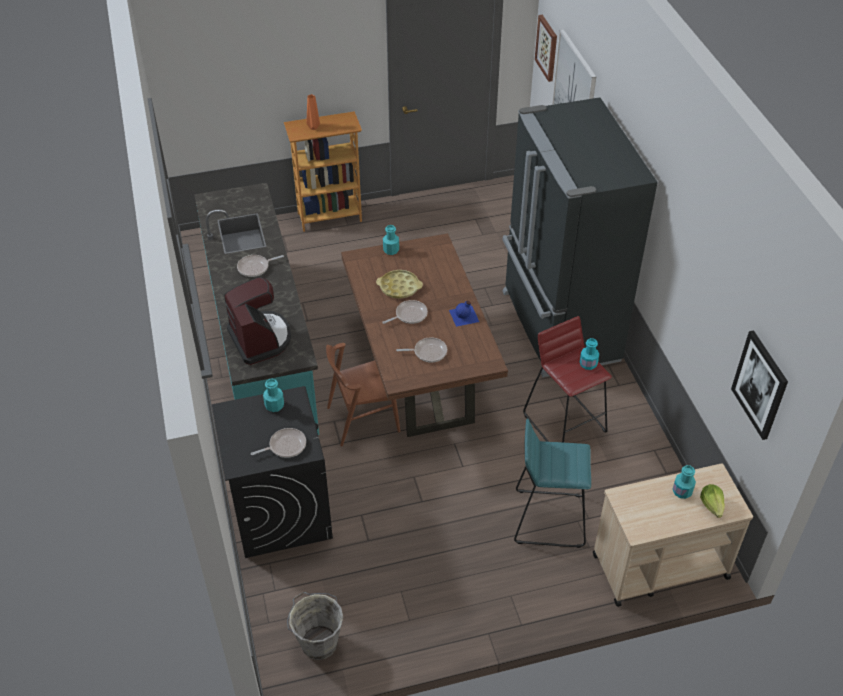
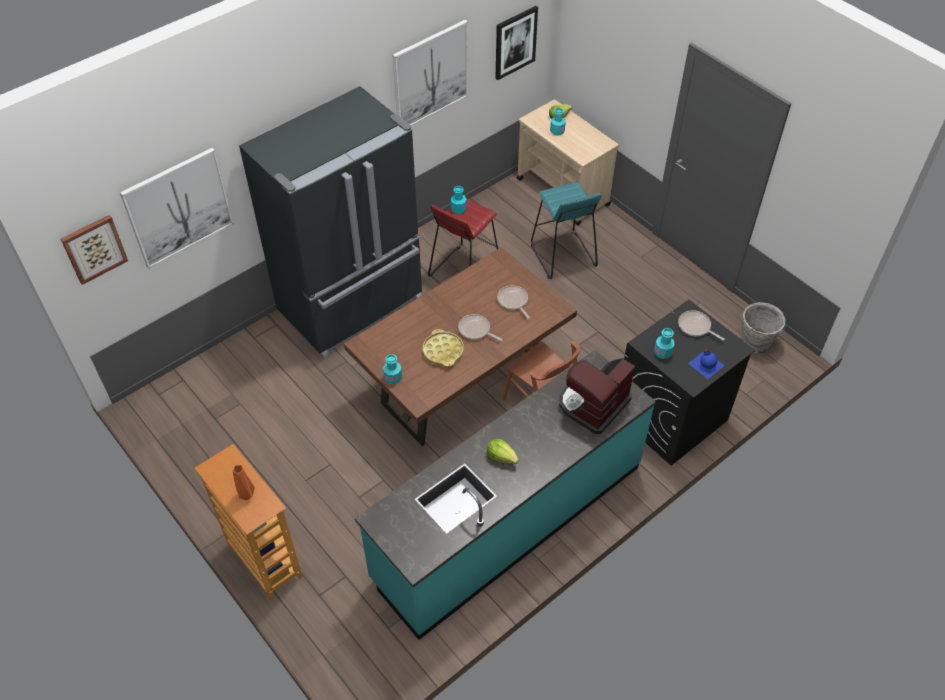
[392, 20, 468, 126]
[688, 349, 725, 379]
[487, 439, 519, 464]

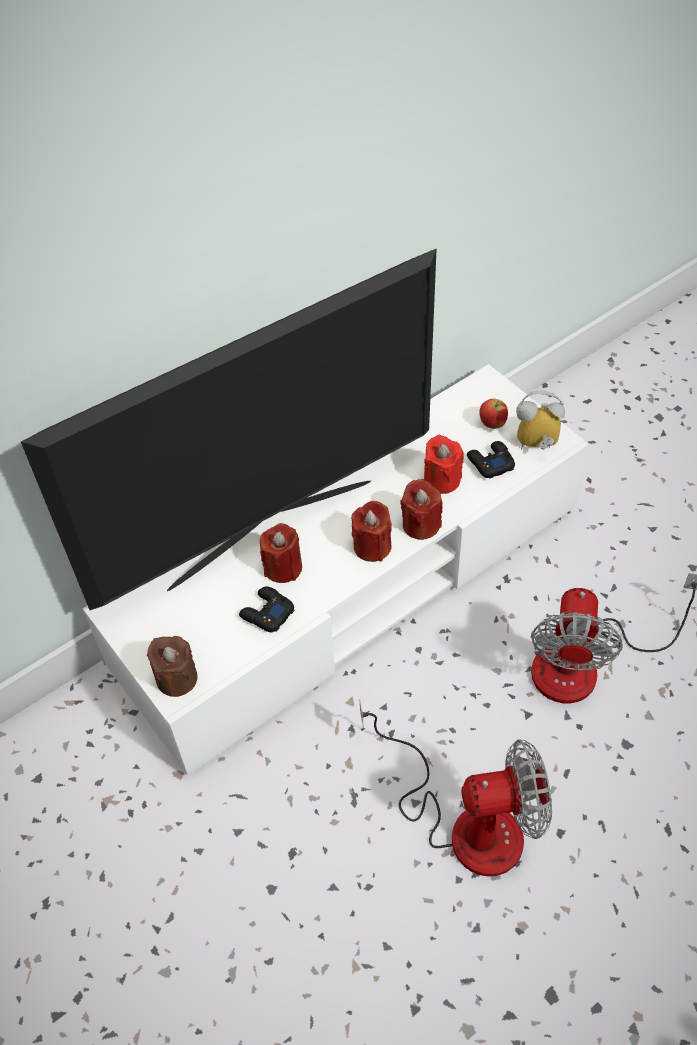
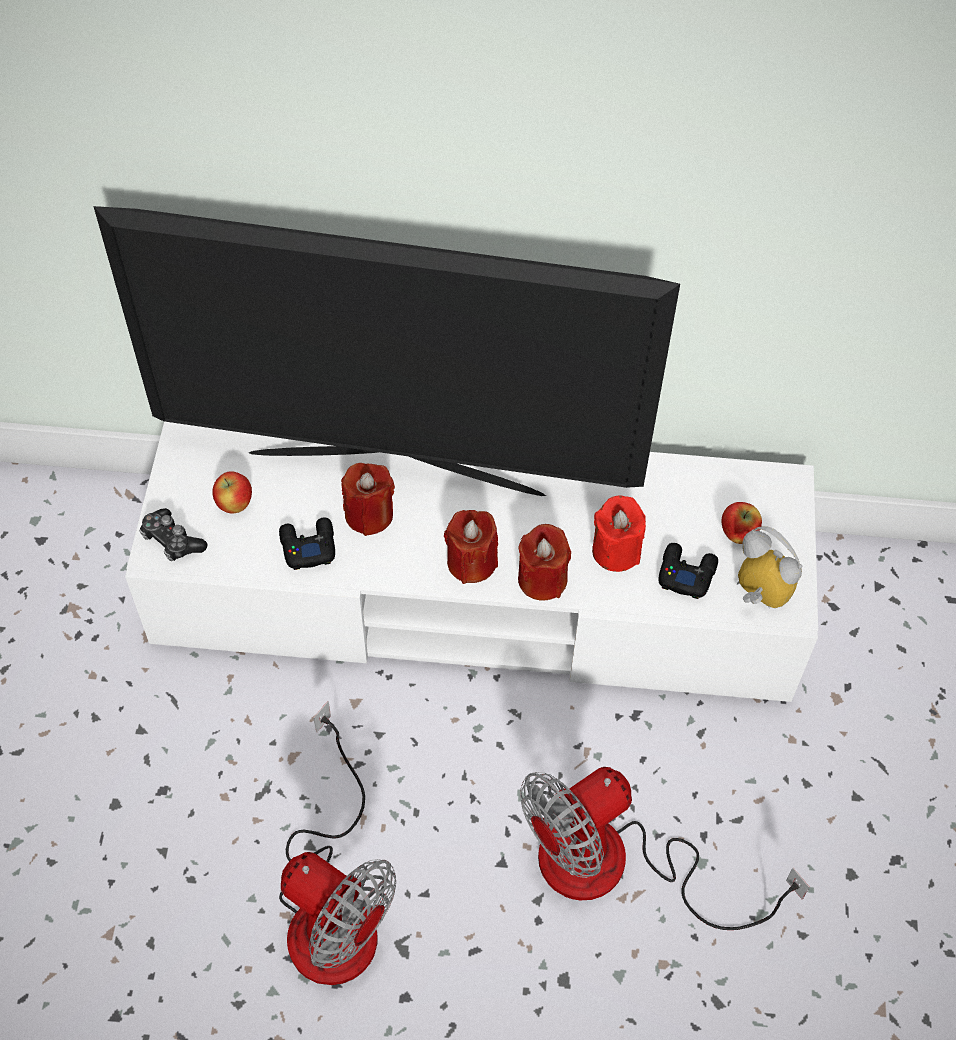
[212, 471, 252, 513]
[139, 508, 208, 561]

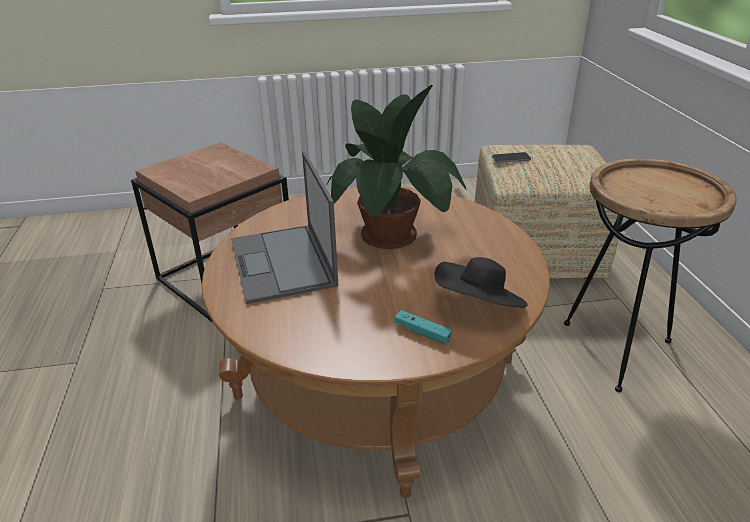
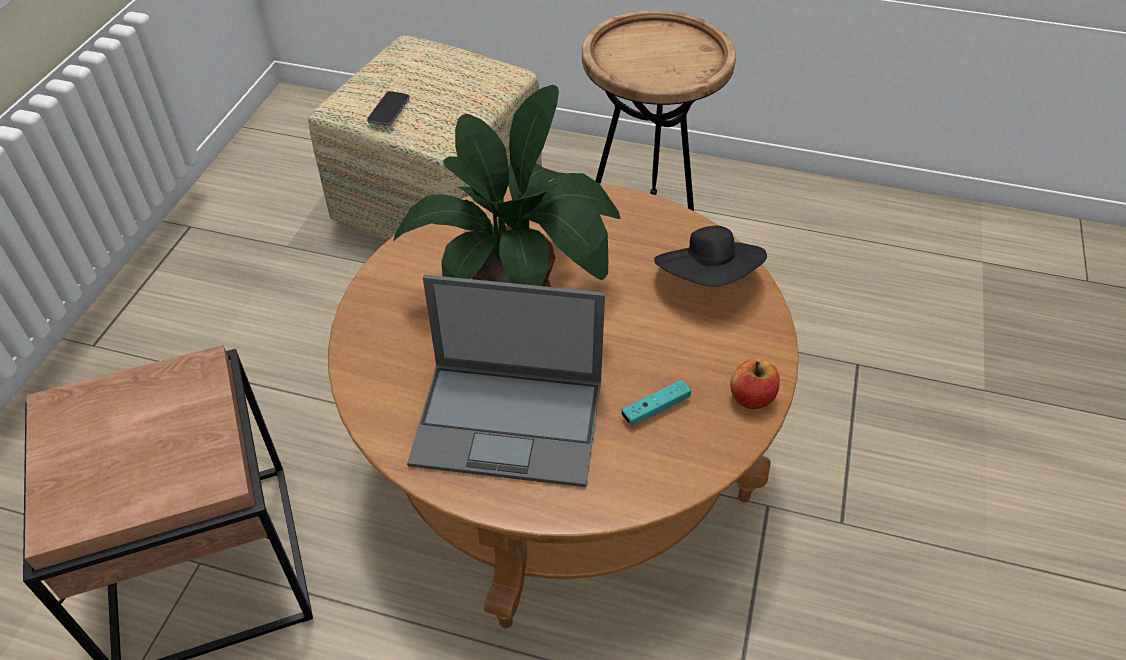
[730, 358, 780, 409]
[621, 379, 691, 426]

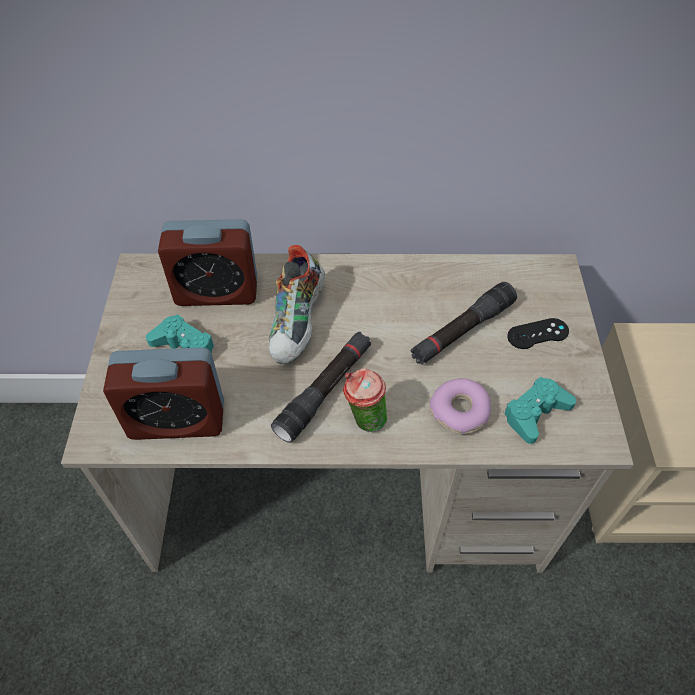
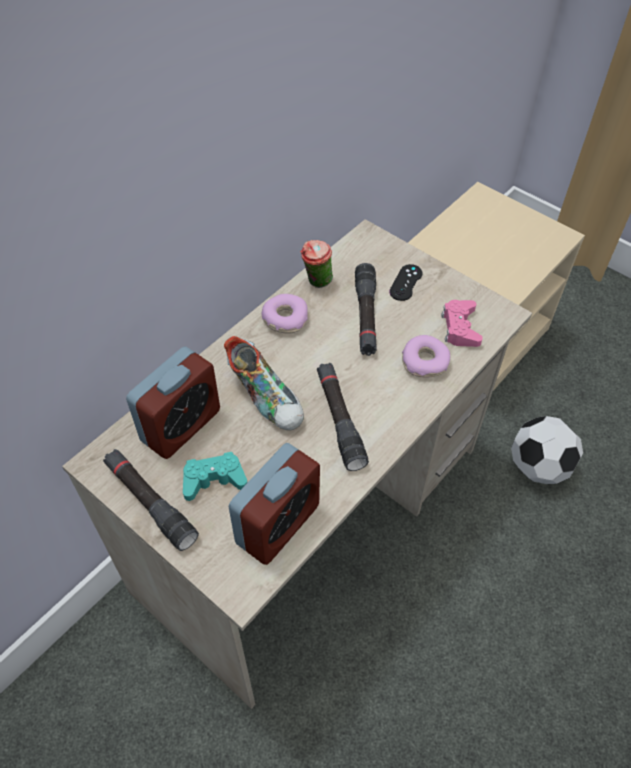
[103, 449, 199, 551]
[262, 294, 308, 333]
[511, 416, 583, 484]
[300, 240, 333, 288]
[441, 300, 483, 347]

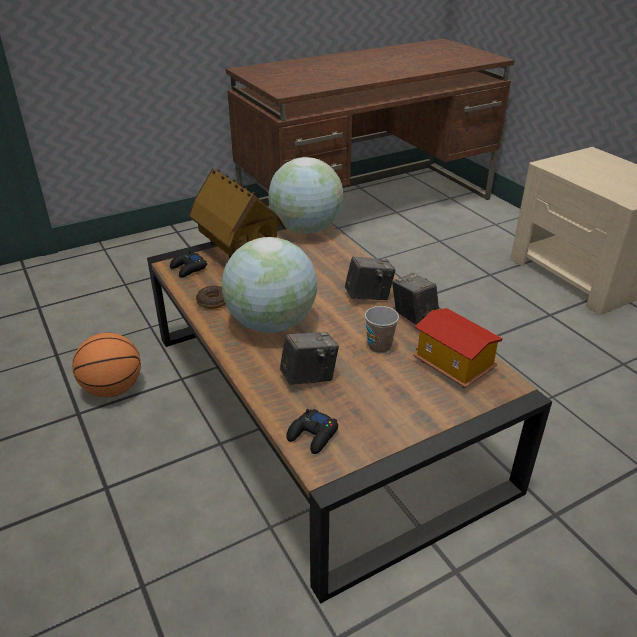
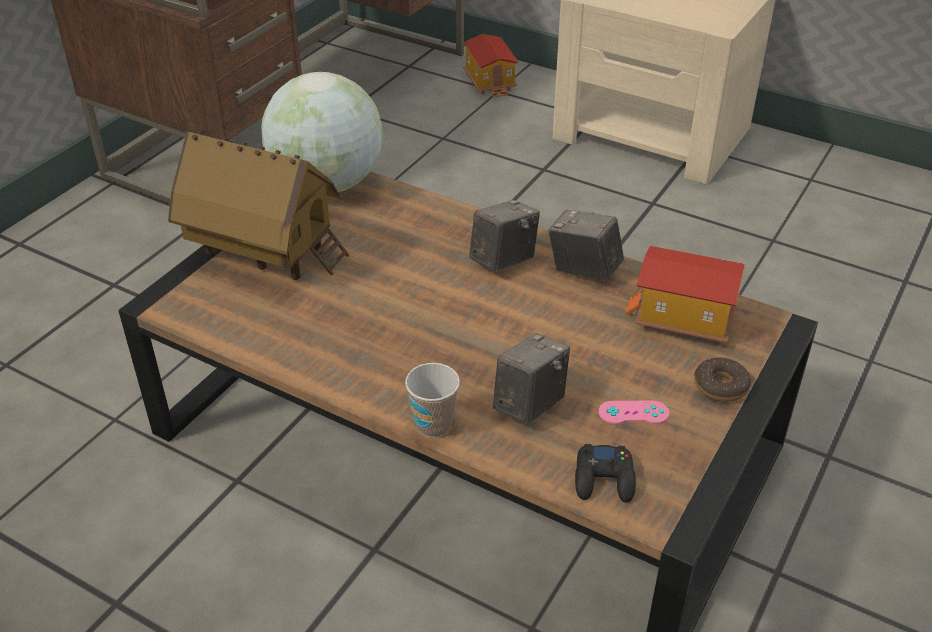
[72, 333, 141, 397] (first image)
[170, 250, 207, 278] (first image)
[222, 237, 317, 333] (first image)
[463, 34, 518, 98]
[599, 400, 669, 424]
[694, 357, 751, 402]
[405, 363, 460, 438]

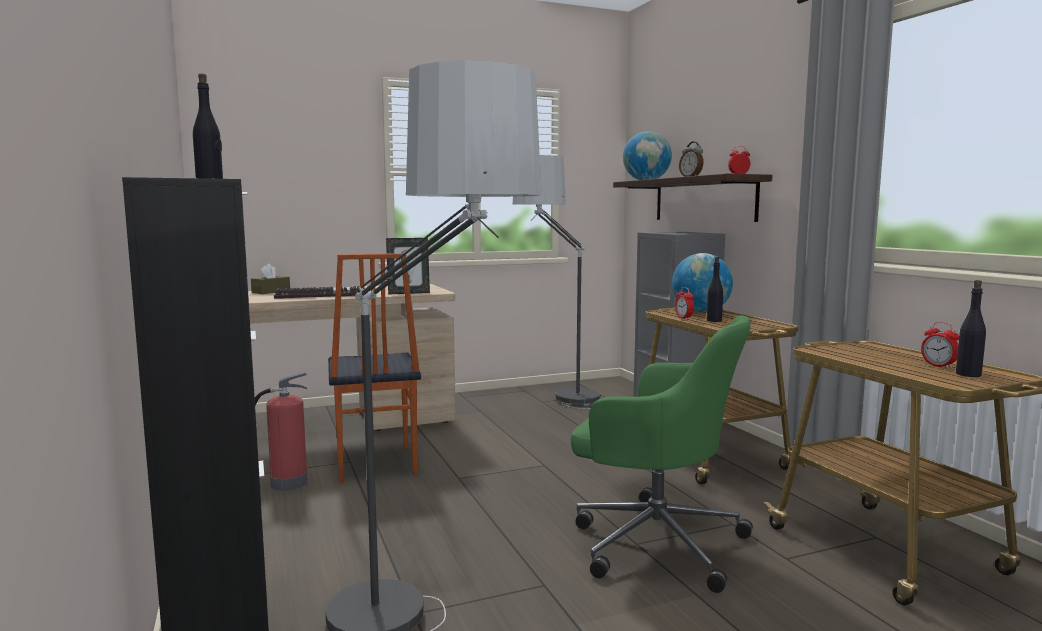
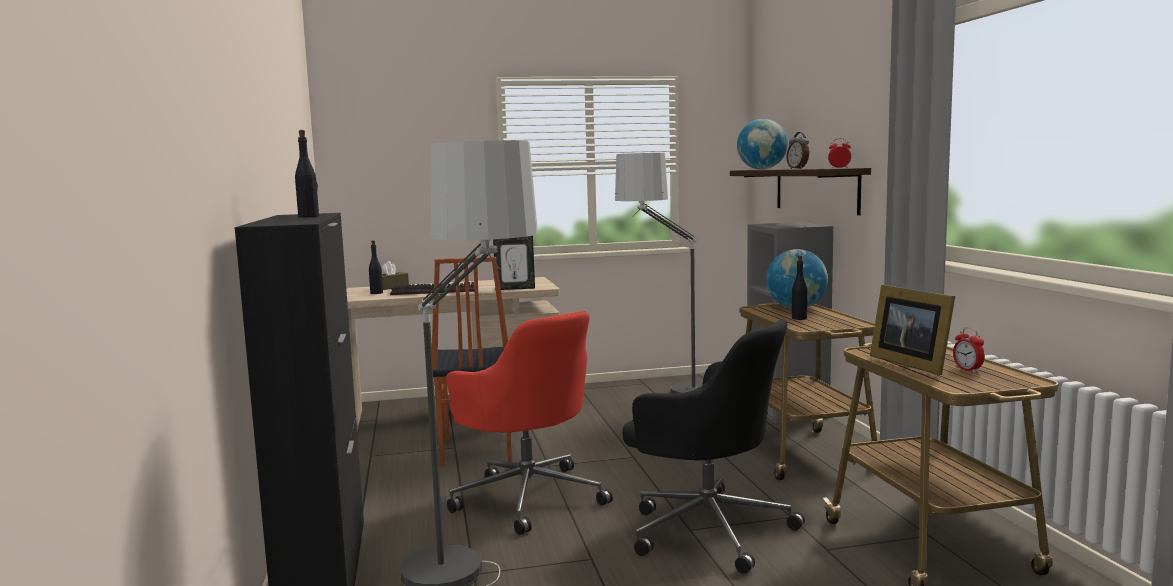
[255, 372, 308, 491] (first image)
[675, 287, 694, 320] (first image)
[446, 311, 613, 535]
[870, 285, 955, 375]
[369, 240, 383, 294]
[622, 319, 805, 574]

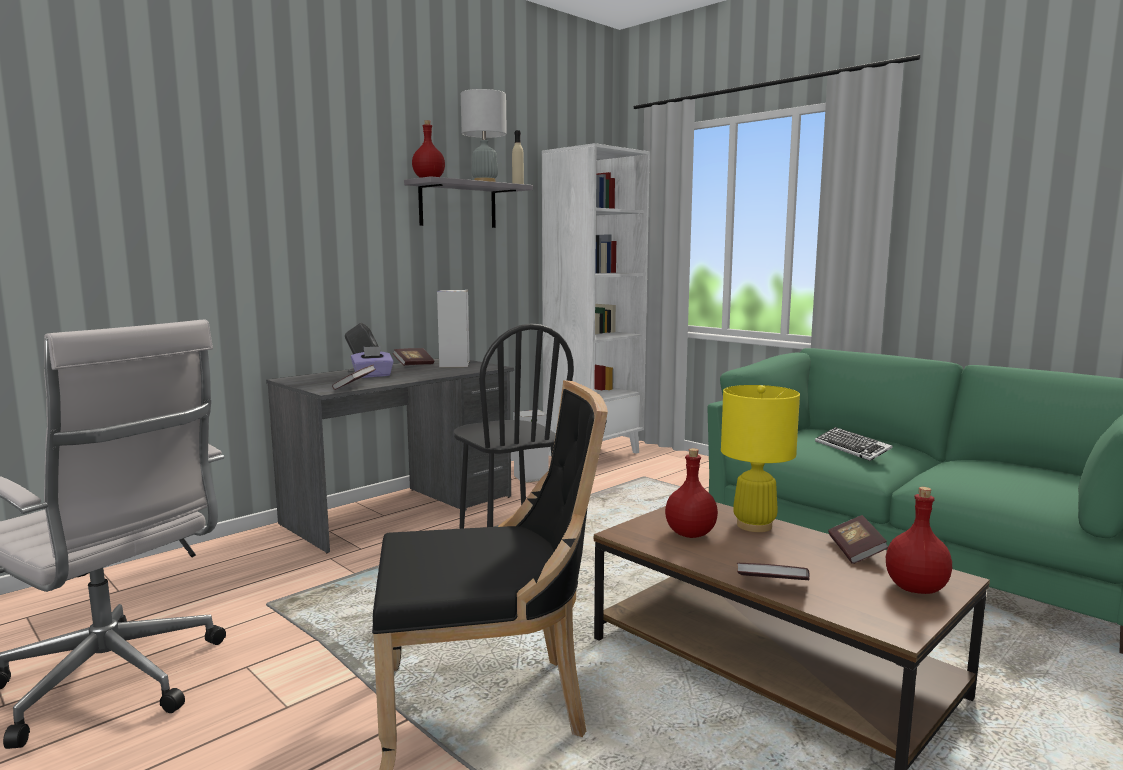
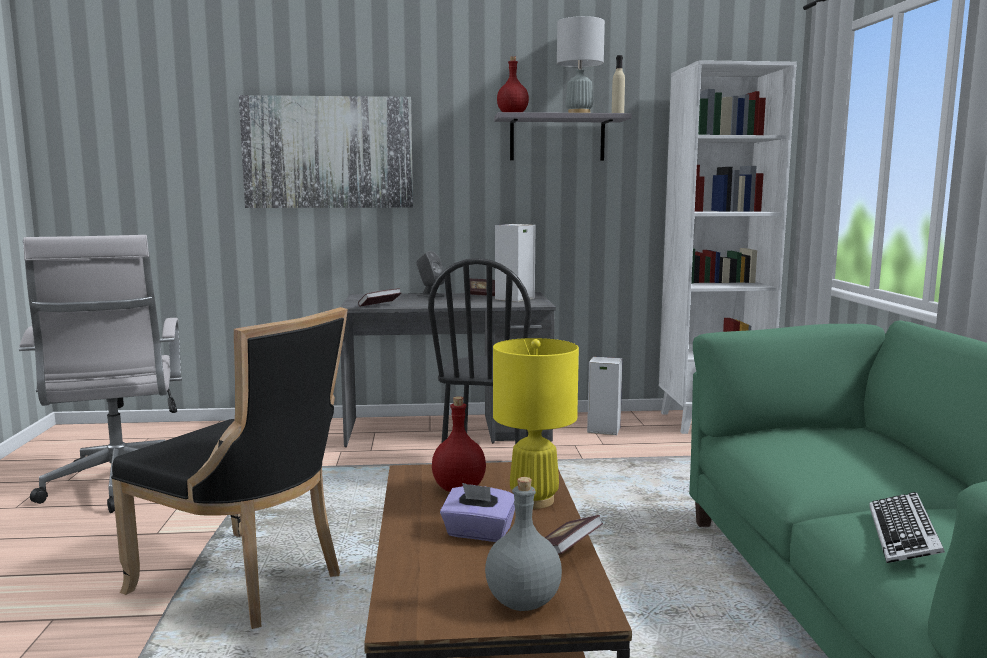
[737, 563, 810, 580] (first image)
[239, 95, 413, 208]
[440, 483, 515, 542]
[869, 492, 945, 563]
[485, 477, 562, 611]

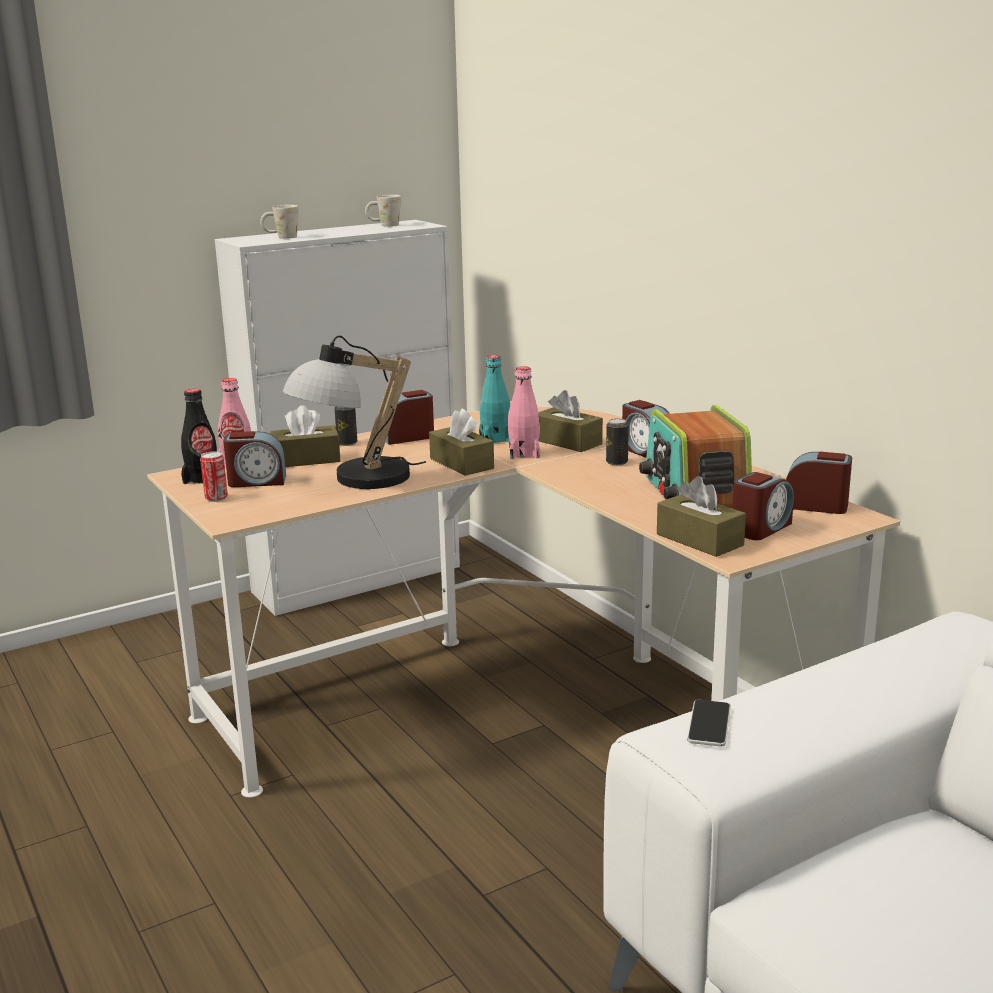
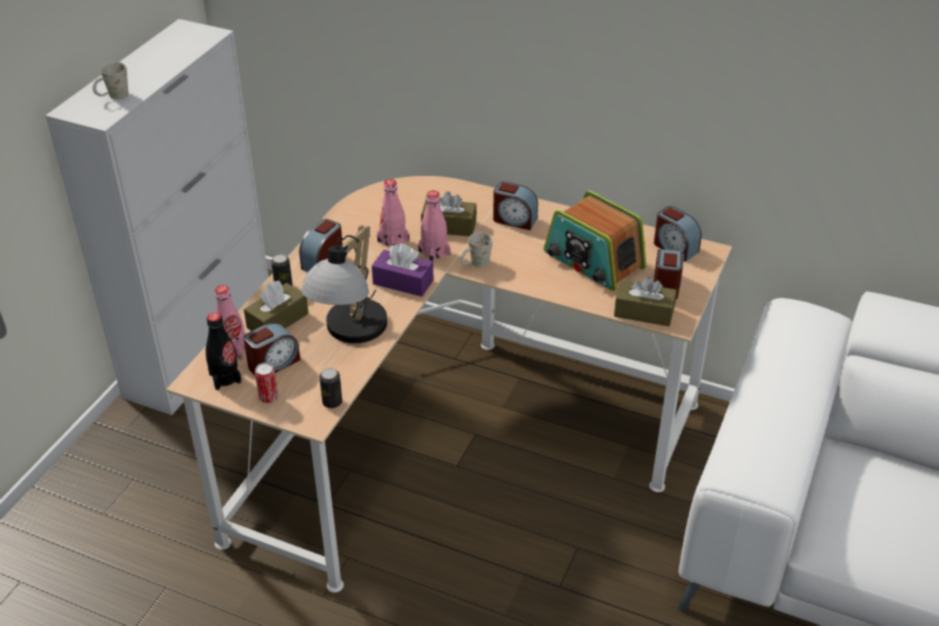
[687, 700, 731, 747] (first image)
[461, 232, 493, 268]
[319, 368, 342, 408]
[372, 244, 434, 297]
[377, 179, 409, 247]
[654, 206, 702, 262]

